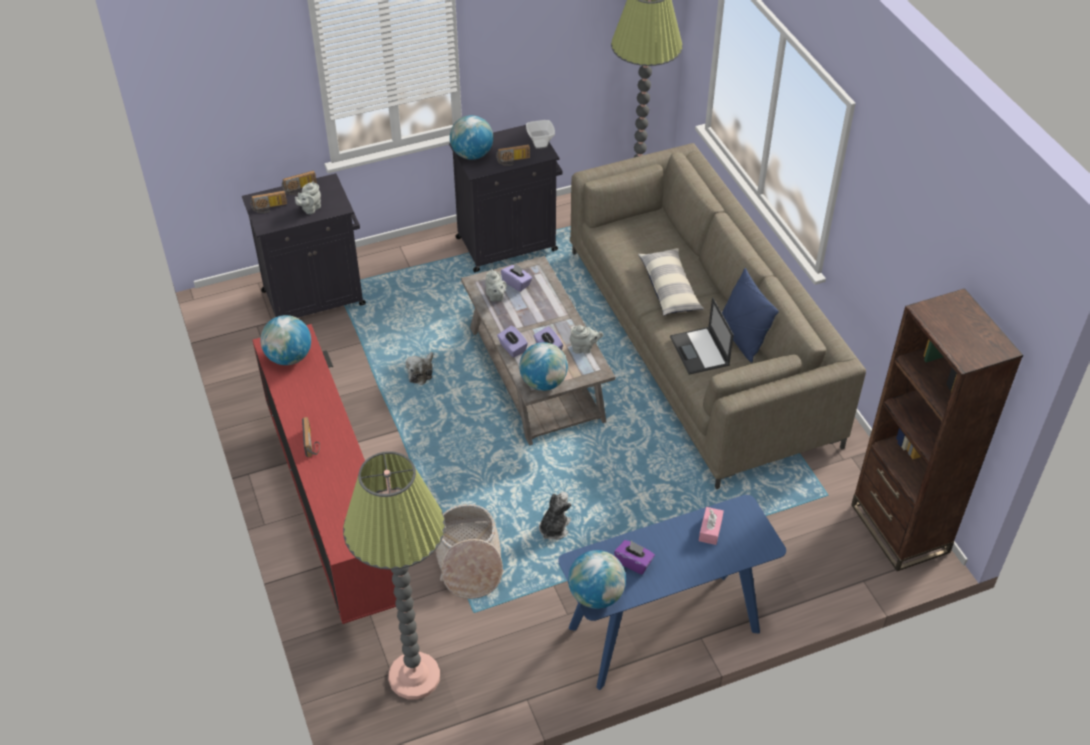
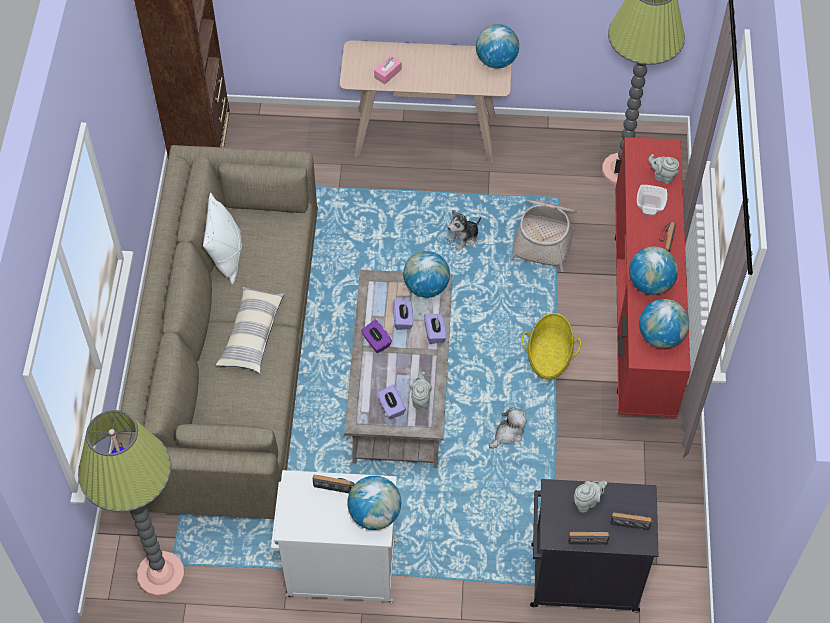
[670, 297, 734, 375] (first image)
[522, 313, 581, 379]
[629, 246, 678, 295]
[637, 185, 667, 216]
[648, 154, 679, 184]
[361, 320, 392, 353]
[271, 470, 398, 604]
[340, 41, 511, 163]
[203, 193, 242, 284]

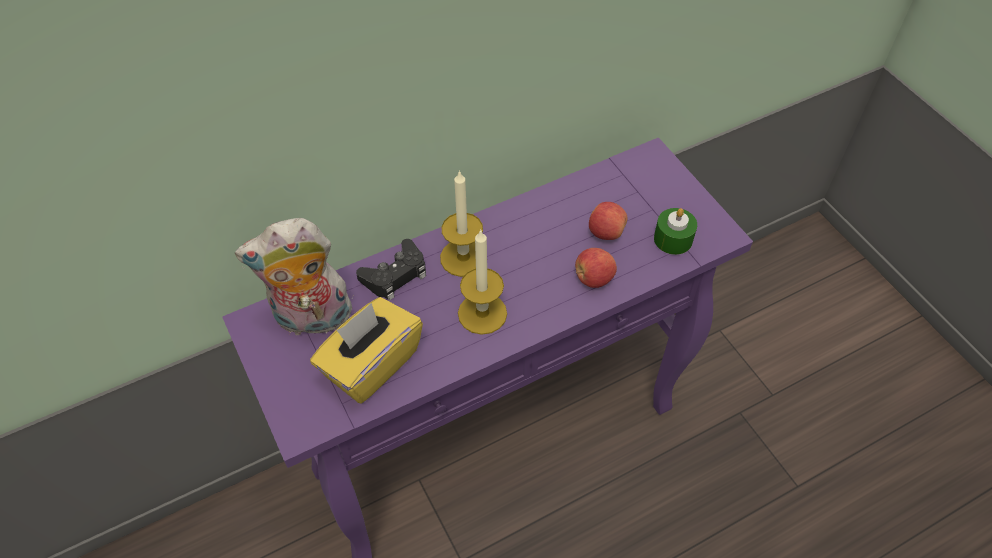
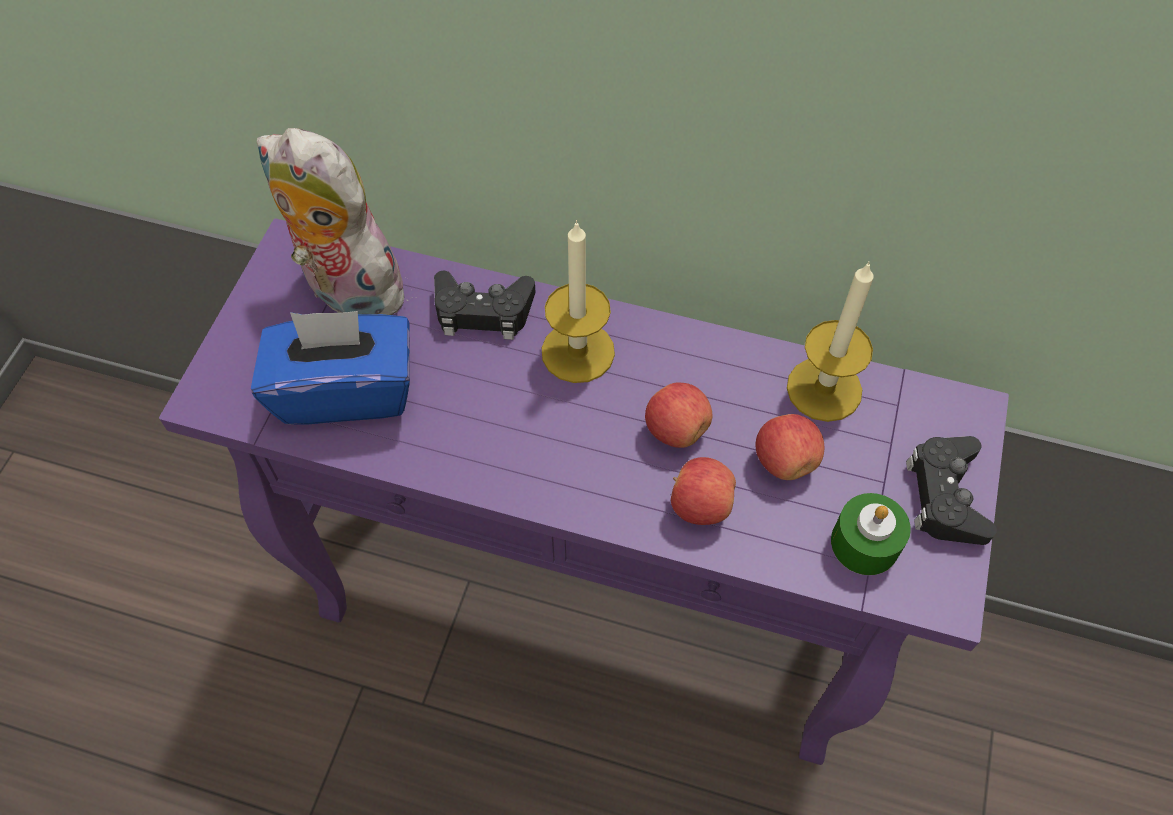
[645, 383, 712, 448]
[906, 436, 997, 545]
[787, 261, 874, 422]
[251, 311, 410, 425]

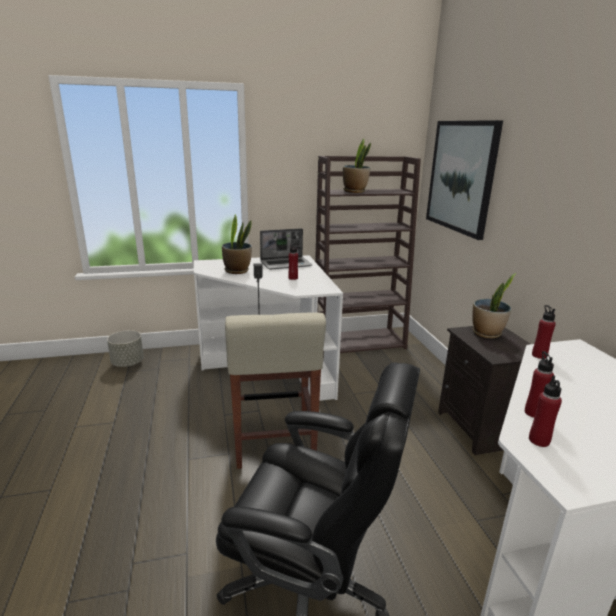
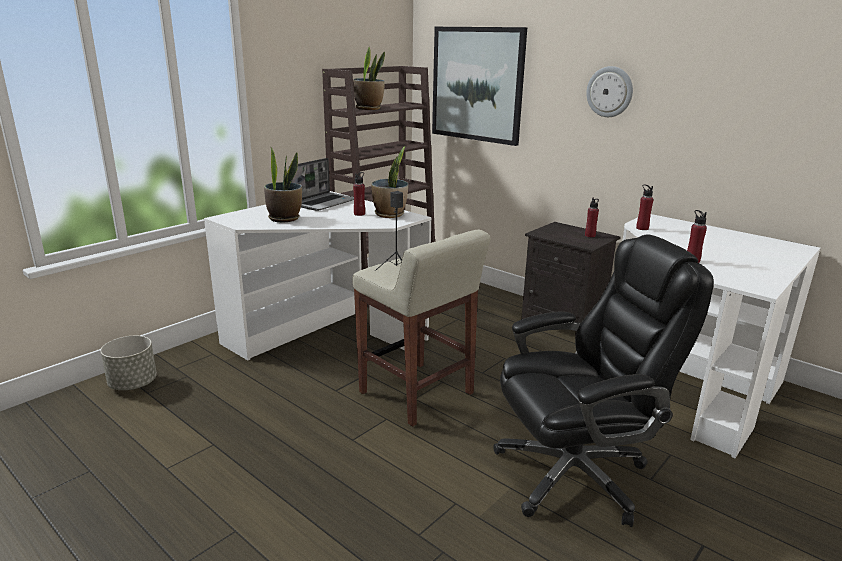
[586, 66, 633, 117]
[371, 146, 408, 218]
[585, 198, 599, 238]

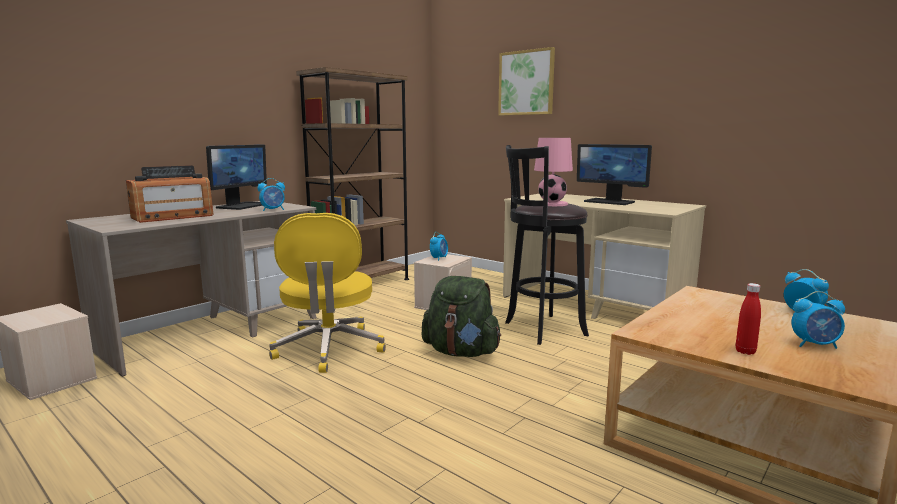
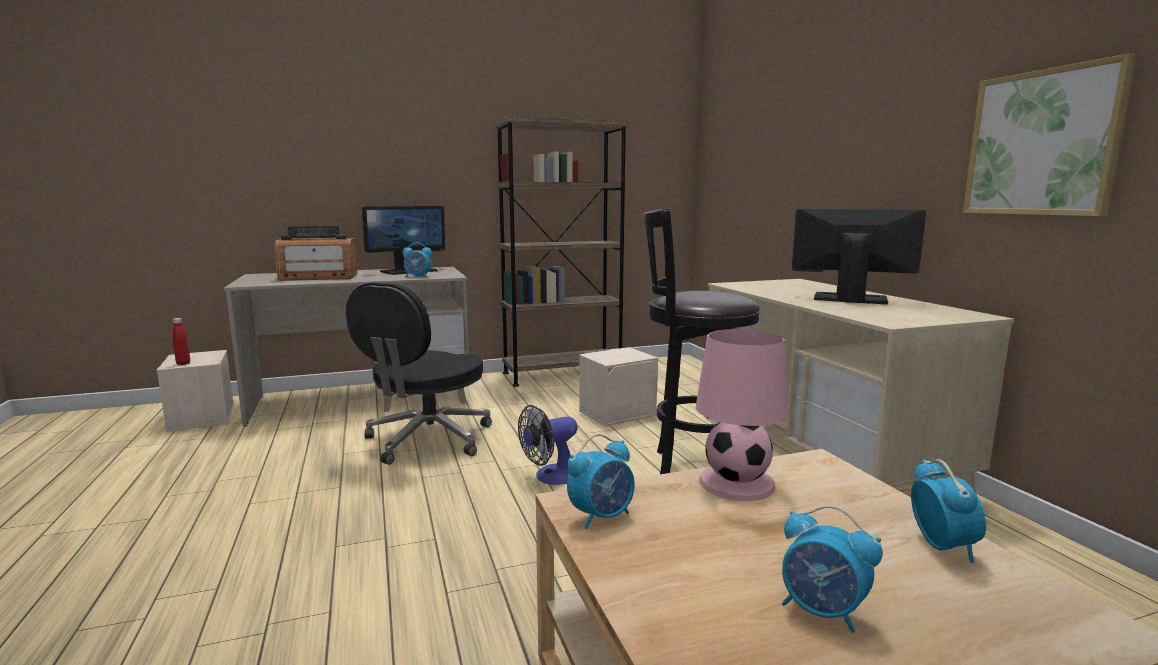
[567, 434, 635, 529]
[963, 53, 1137, 216]
[696, 329, 788, 501]
[173, 318, 190, 365]
[518, 405, 578, 485]
[346, 282, 492, 465]
[792, 209, 926, 304]

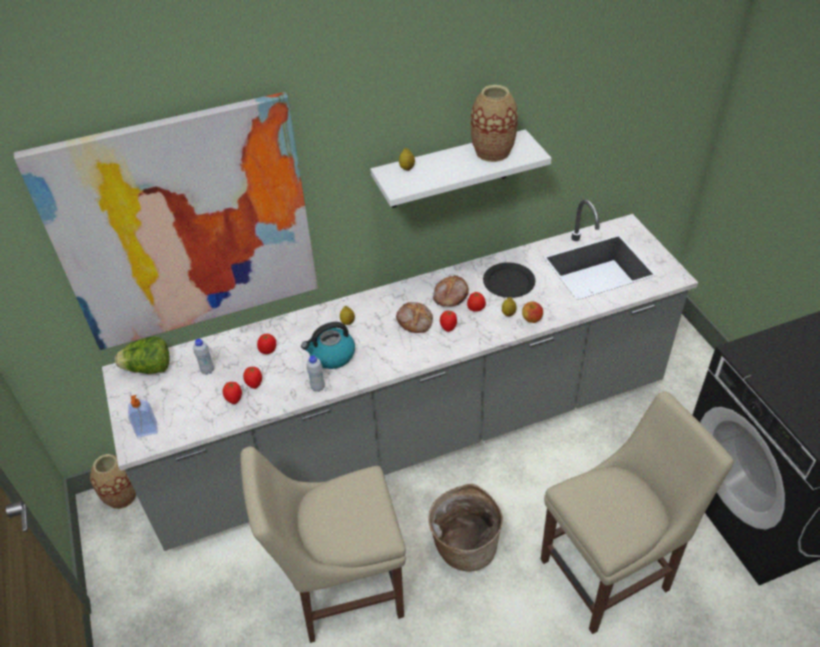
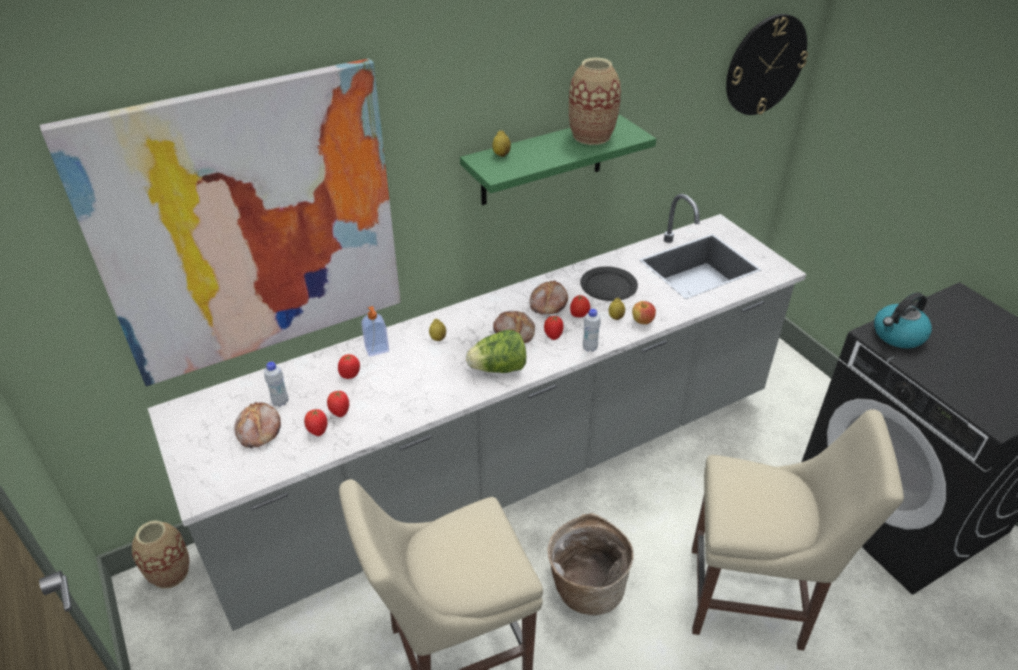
[234, 402, 281, 448]
[726, 14, 808, 115]
[466, 330, 526, 373]
[361, 306, 389, 357]
[874, 292, 932, 348]
[583, 309, 601, 352]
[460, 115, 656, 205]
[692, 409, 904, 651]

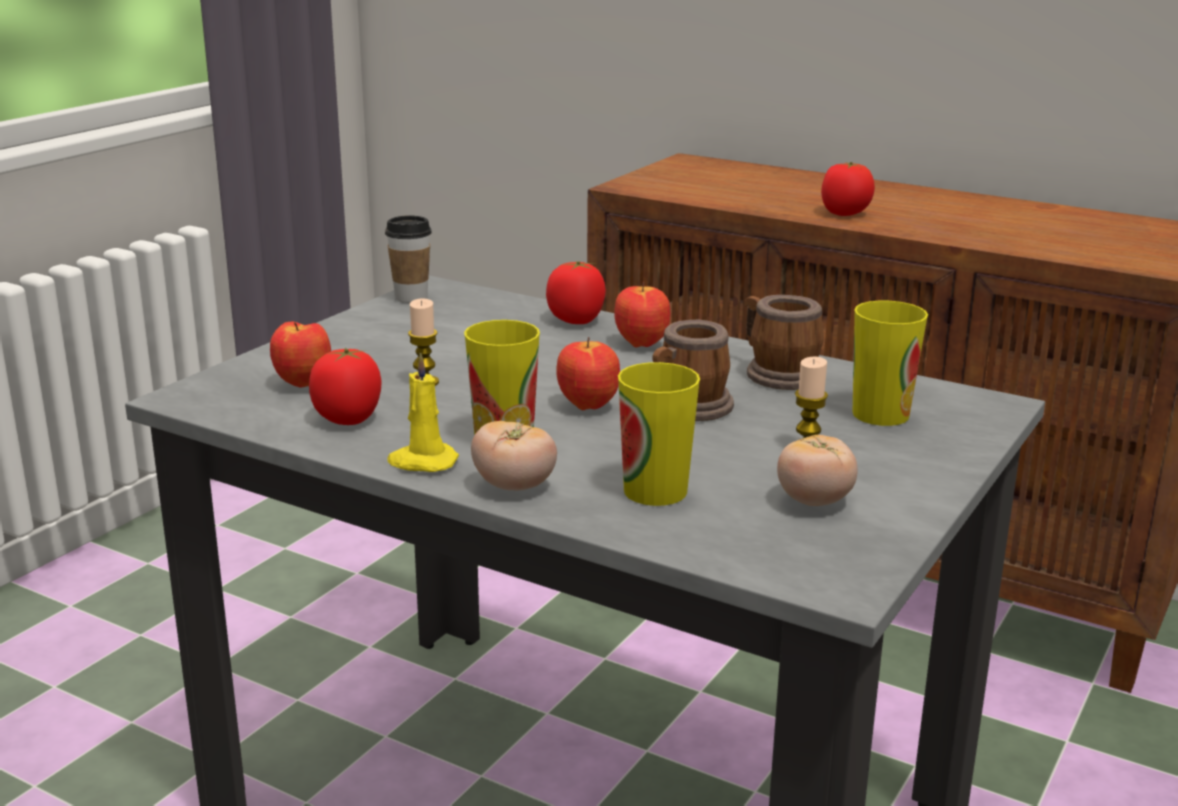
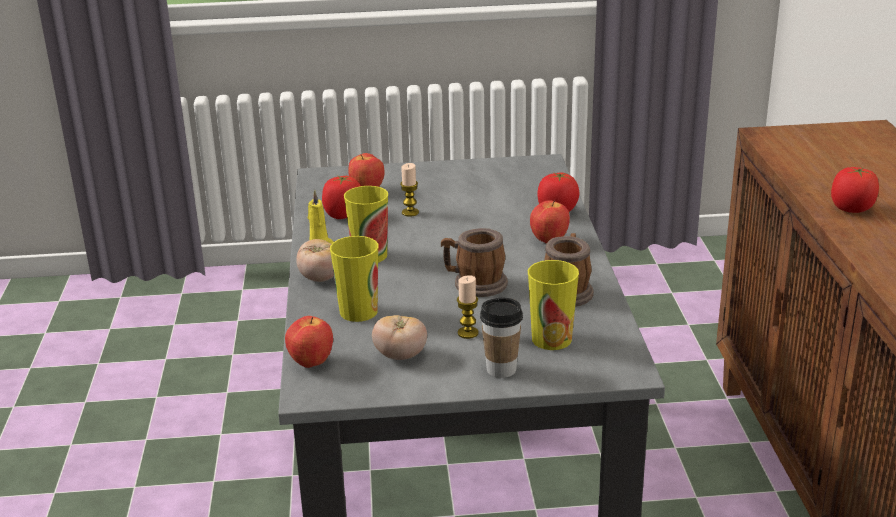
[480, 298, 523, 378]
[285, 316, 333, 368]

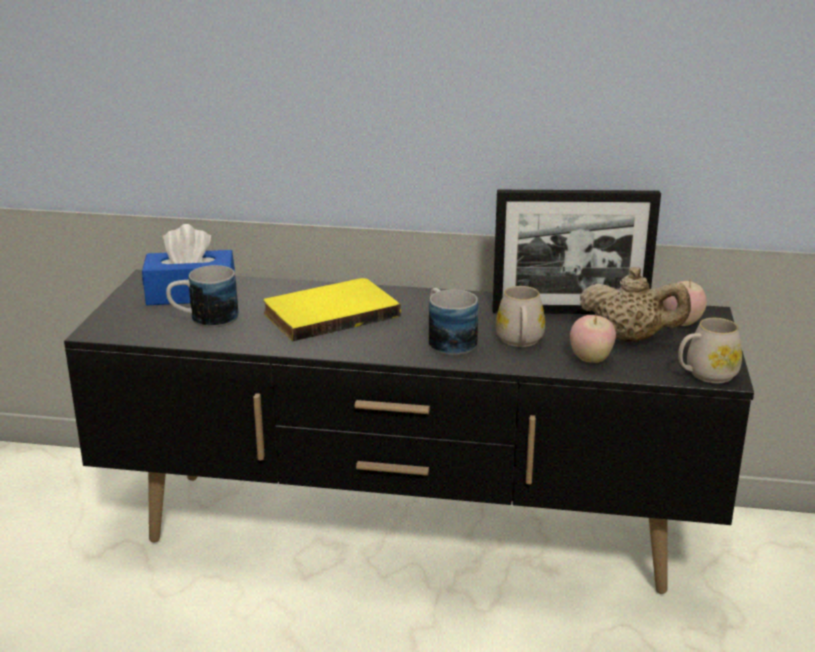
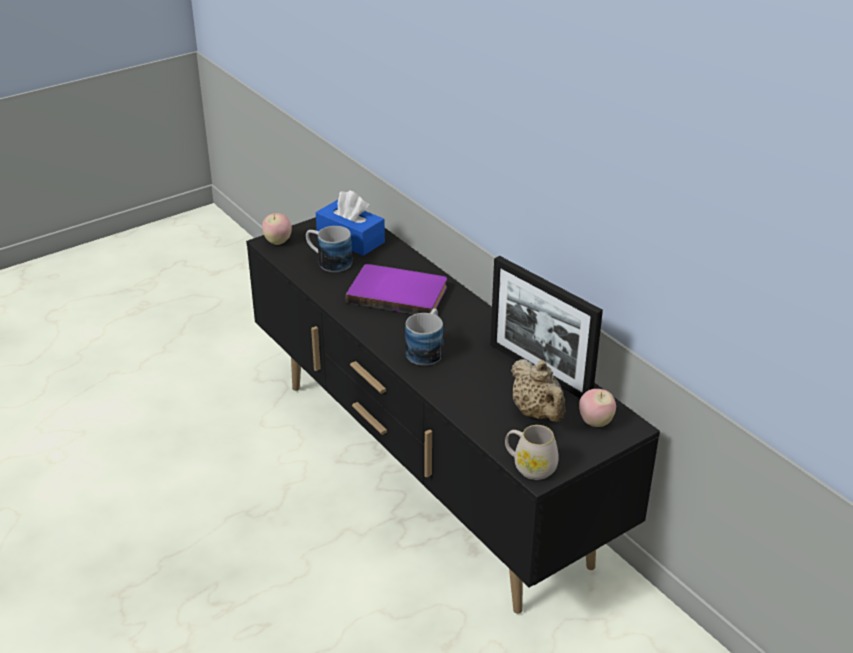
[496, 286, 545, 347] (first image)
[262, 213, 292, 245]
[346, 264, 447, 314]

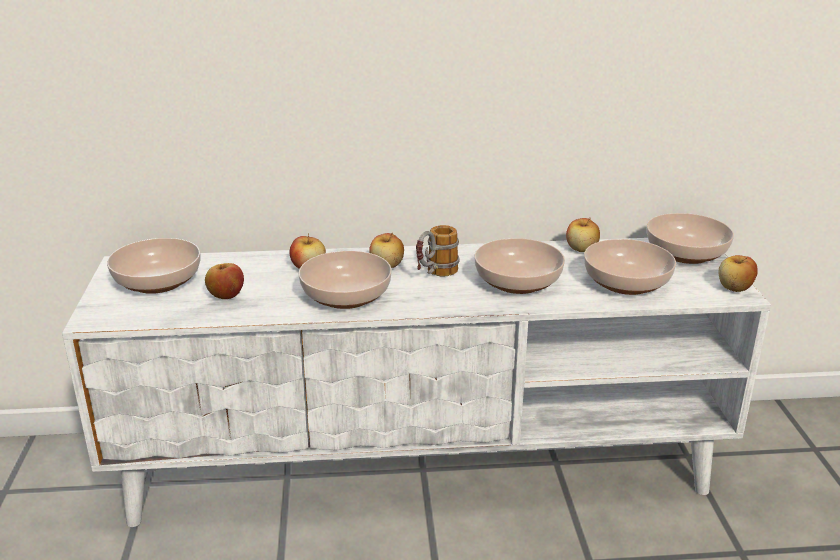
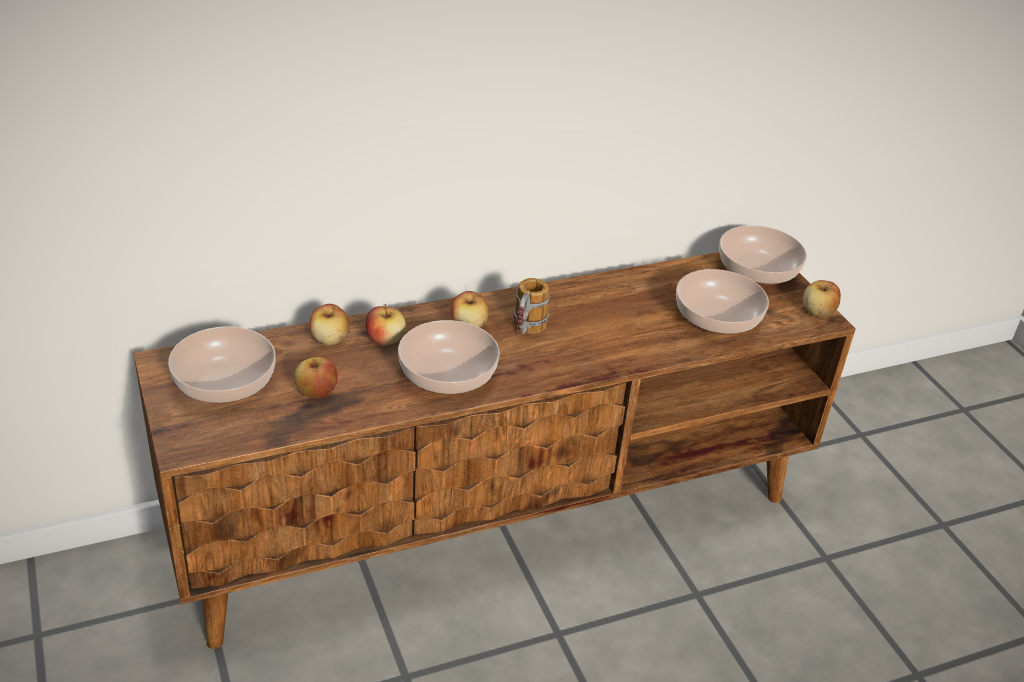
[474, 238, 565, 294] (first image)
[310, 304, 349, 345]
[133, 252, 856, 649]

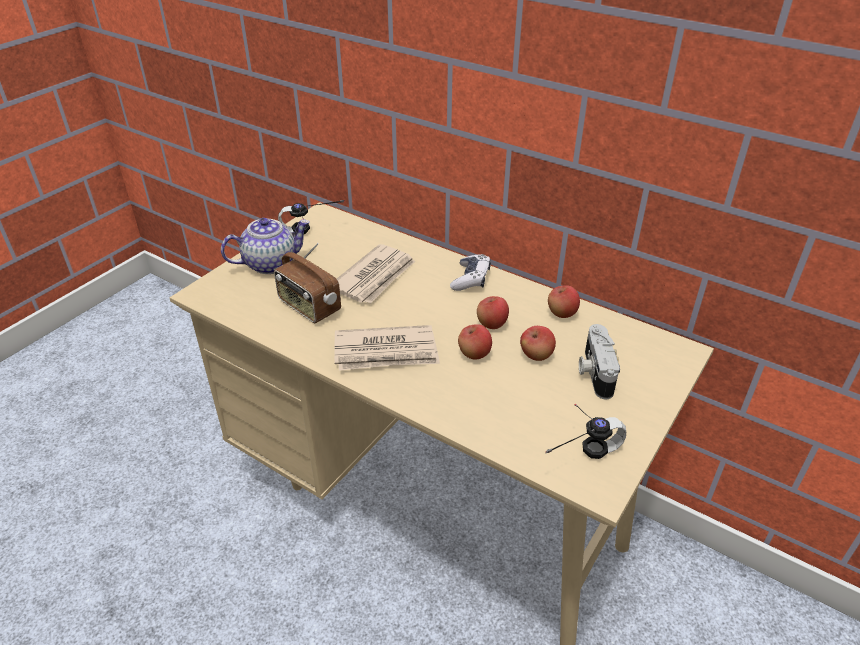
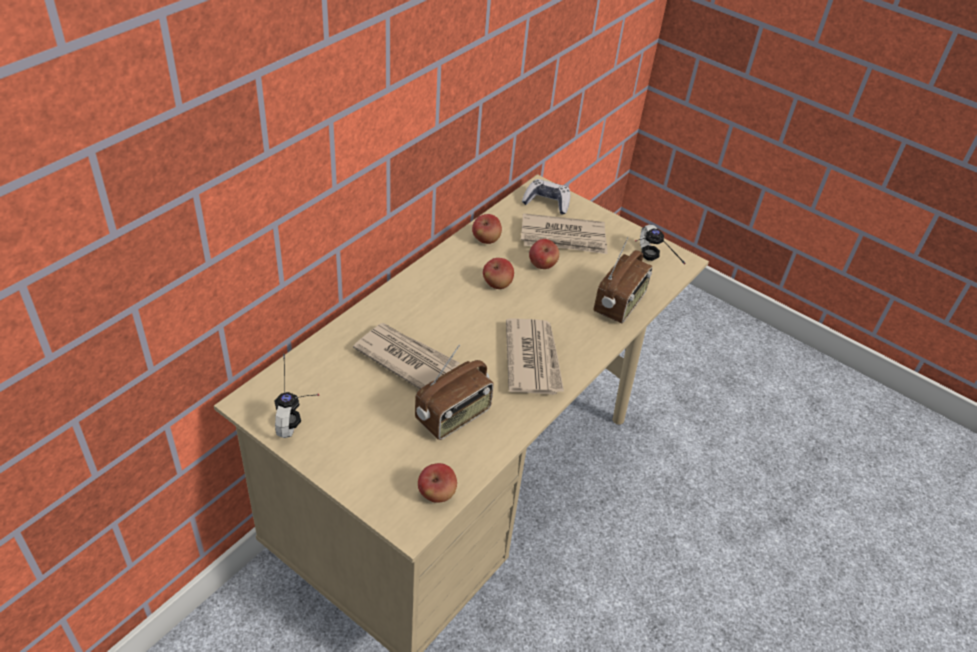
[221, 218, 310, 274] (first image)
[594, 237, 652, 323]
[522, 179, 570, 215]
[418, 463, 457, 503]
[521, 213, 607, 254]

